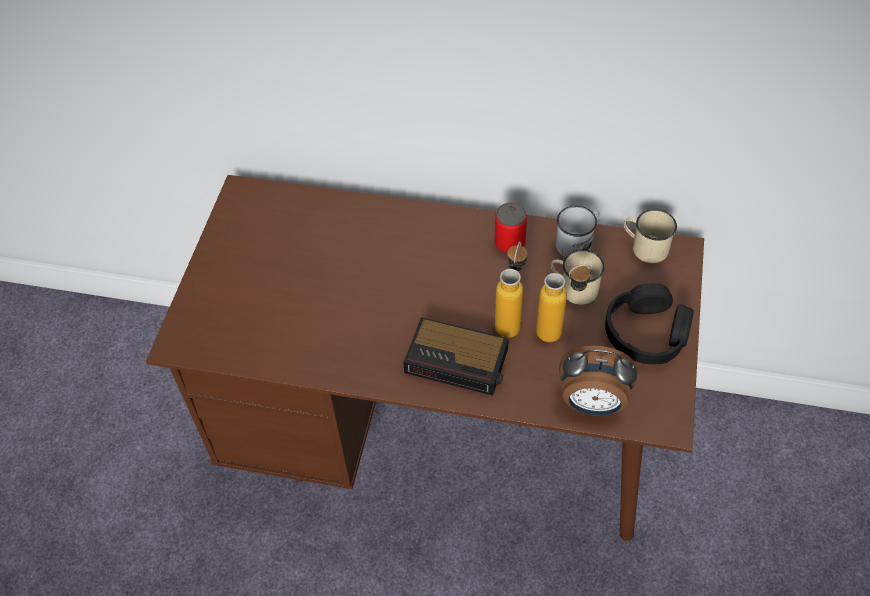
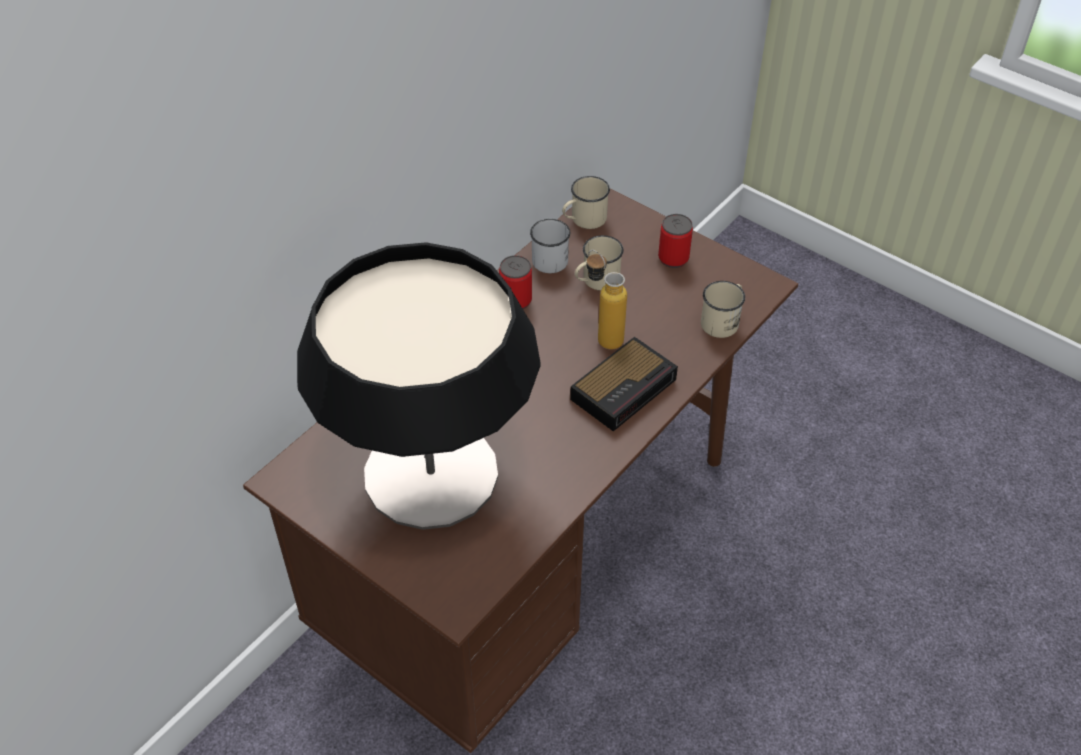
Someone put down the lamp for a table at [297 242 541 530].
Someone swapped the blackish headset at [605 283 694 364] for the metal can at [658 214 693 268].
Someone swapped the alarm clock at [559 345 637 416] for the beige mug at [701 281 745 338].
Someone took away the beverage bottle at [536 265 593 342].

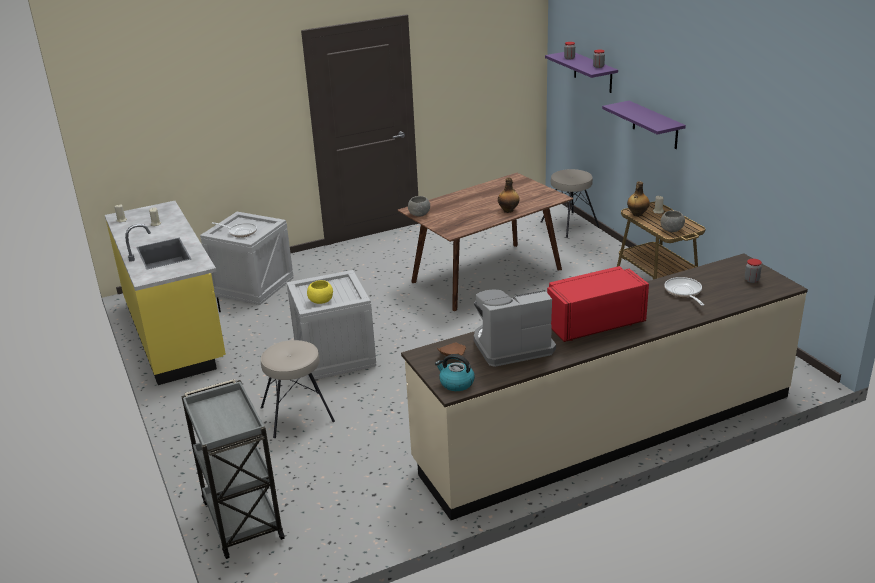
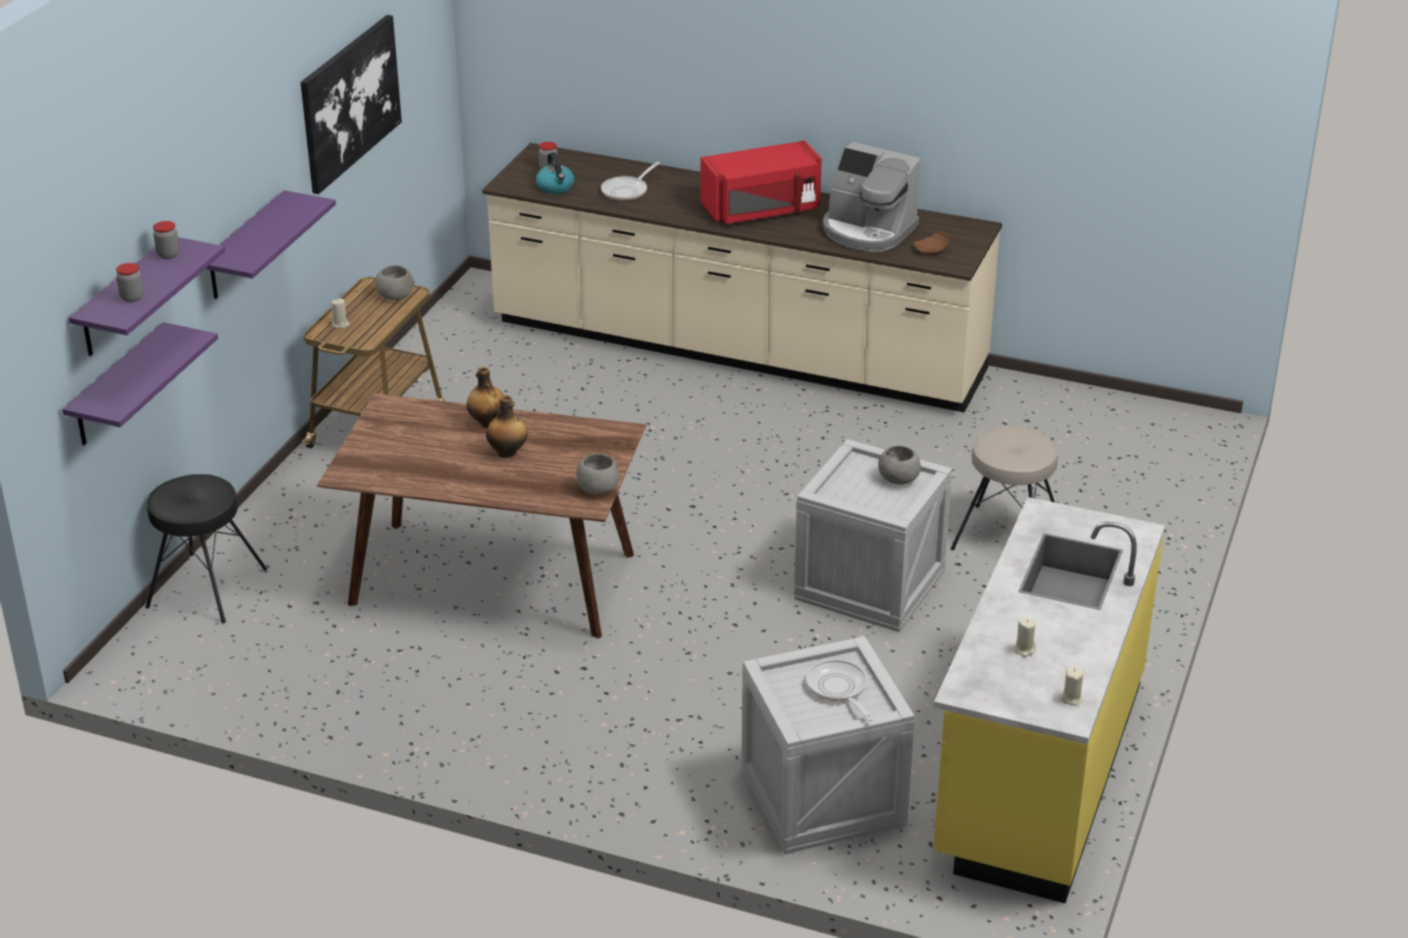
Someone put up the purplish bracket shelf at [62 322 218 445].
Someone repainted the beige stool seat at [541 169 599 238], which became the blackish stool seat at [146 474 267 623].
Someone put up the picture at [301 15 402 194].
Someone carried the beverage bottle from [627 181 650 217] to [486 395 527 458].
Someone carried the tea kettle from [435 354 475 391] to [536 152 574 194].
Someone rotated the red-coloured kitchen microwave at [547 266 649 342] by 45 degrees counterclockwise.
Someone repainted the yellowish serving bowl at [307 280 333 304], which became the greyish serving bowl at [878 446 921 485].
Someone took away the greyish wheeled cart at [181 379 284 559].

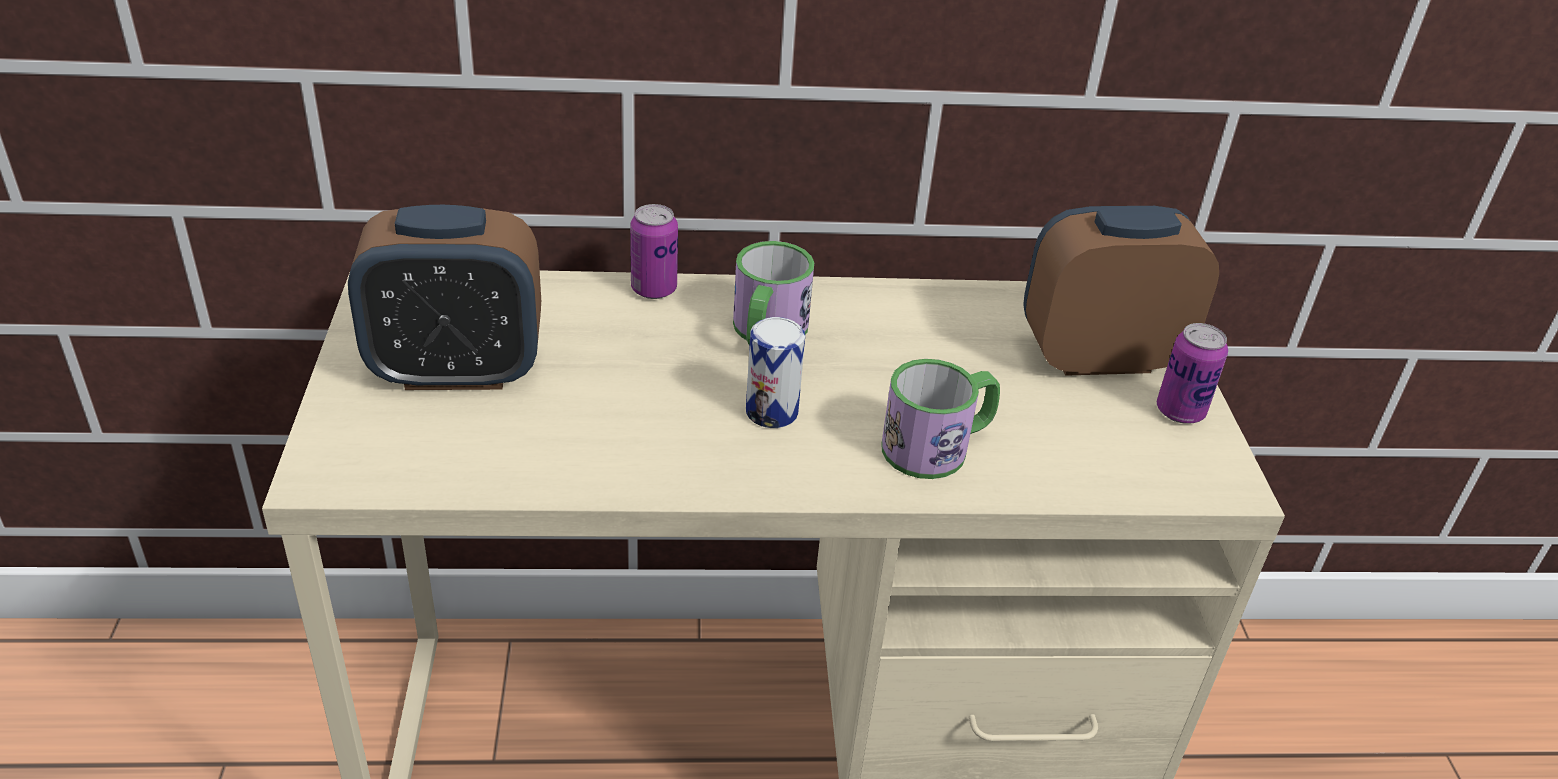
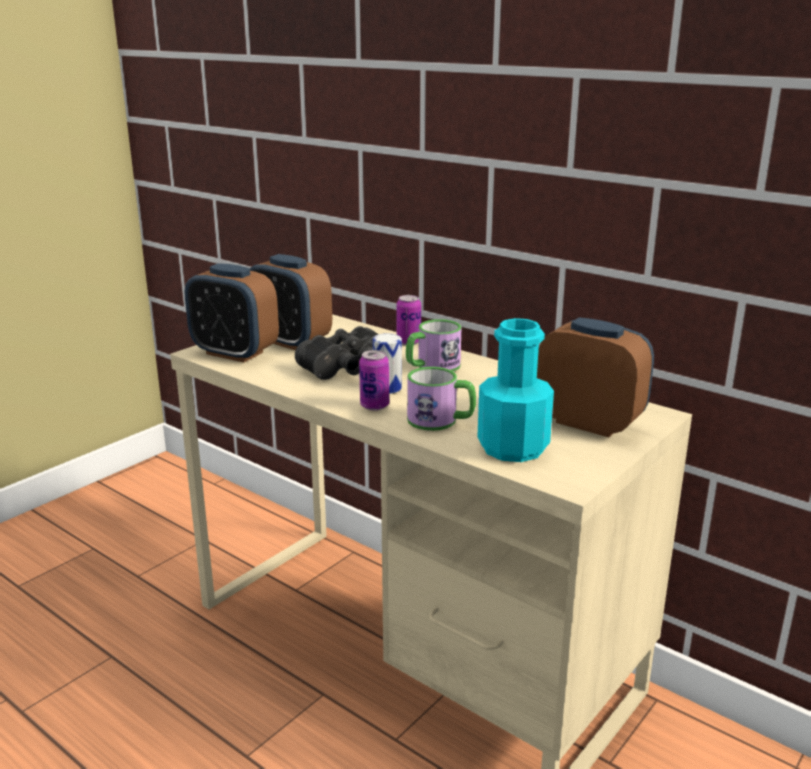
Someone put down the alarm clock at [185 263 279 362].
Someone put down the blackish field glasses at [295 326 378 380].
Someone carried the metal can from [1157 323 1228 424] to [359 350 389 411].
Someone put down the blue-green beverage bottle at [477 318 554 462].

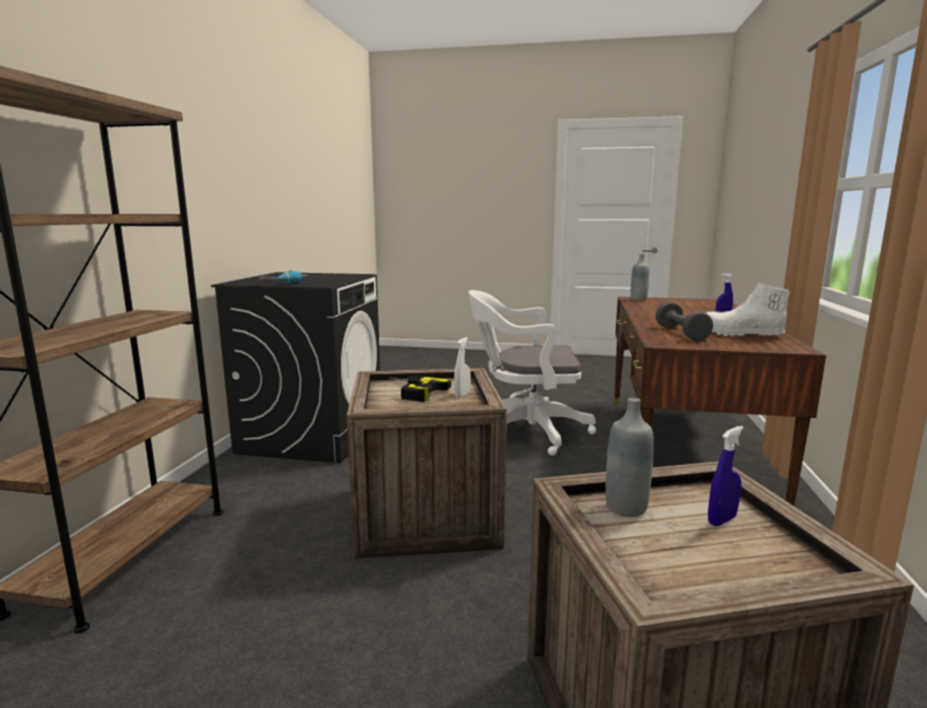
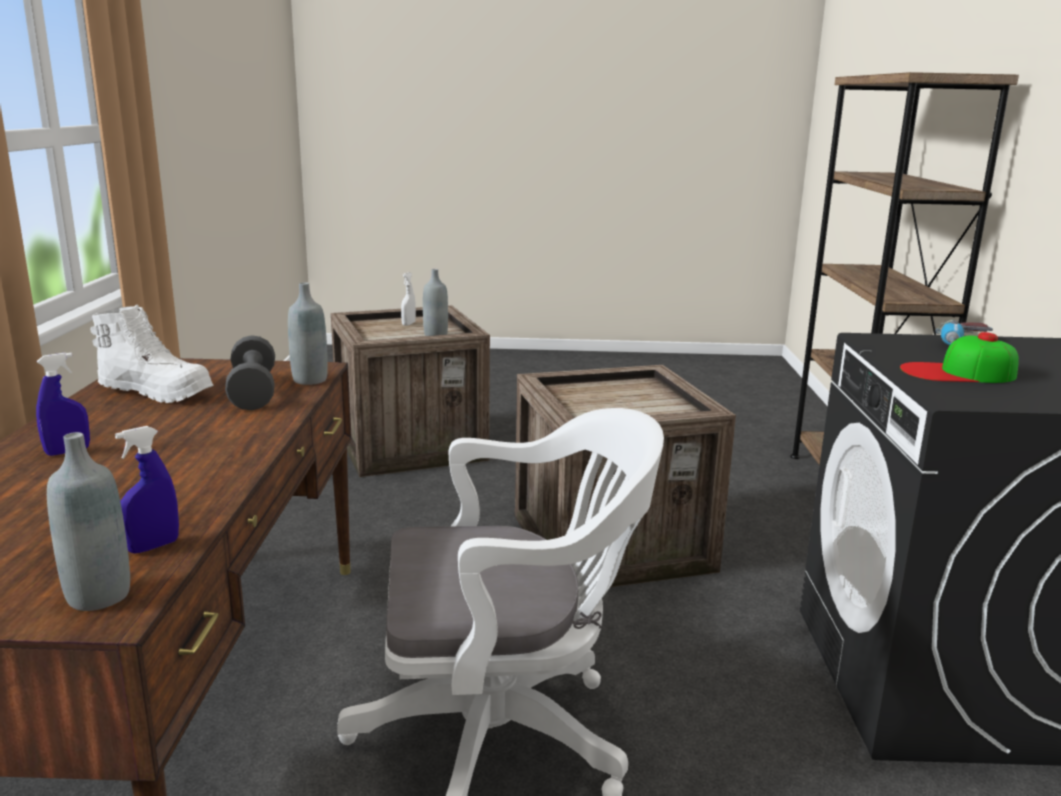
Someone carried the blue spray bottle from [708 426 744 526] to [115 426 179 554].
Someone put down the greyish beverage bottle at [288 282 328 385].
Someone carried the white-coloured spray bottle from [454 337 471 398] to [401 272 416 326].
Someone put down the baseball cap at [900 332 1019 383].
Someone took away the drill at [389 376 451 402].

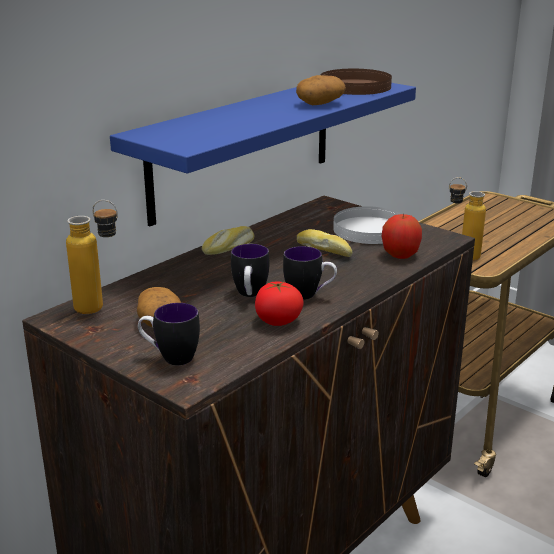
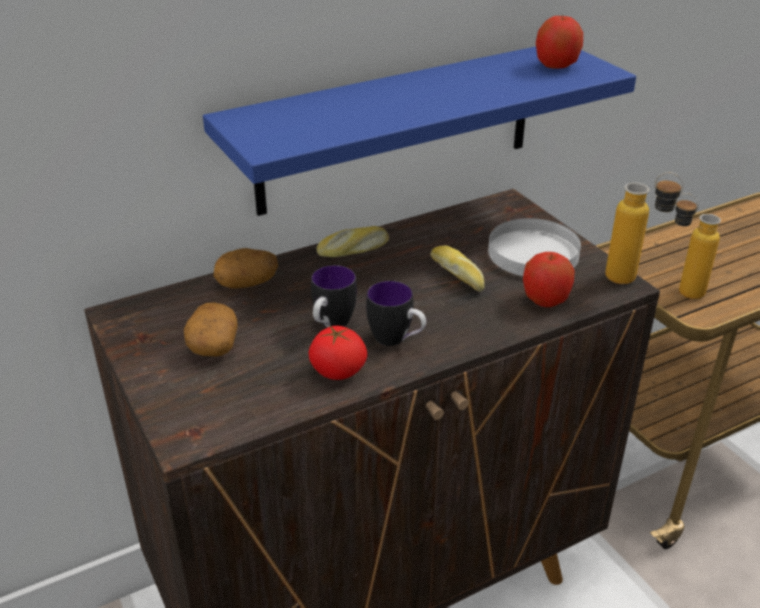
Someone carried the potato from [296 75 346 105] to [214 248 278 289].
Someone swapped the brown plate at [321 69 392 95] for the apple fruit at [536 15 583 69].
Someone carried the beverage bottle from [66 200 118 314] to [605 172 684 284].
Someone took away the mug at [138 303 200 365].

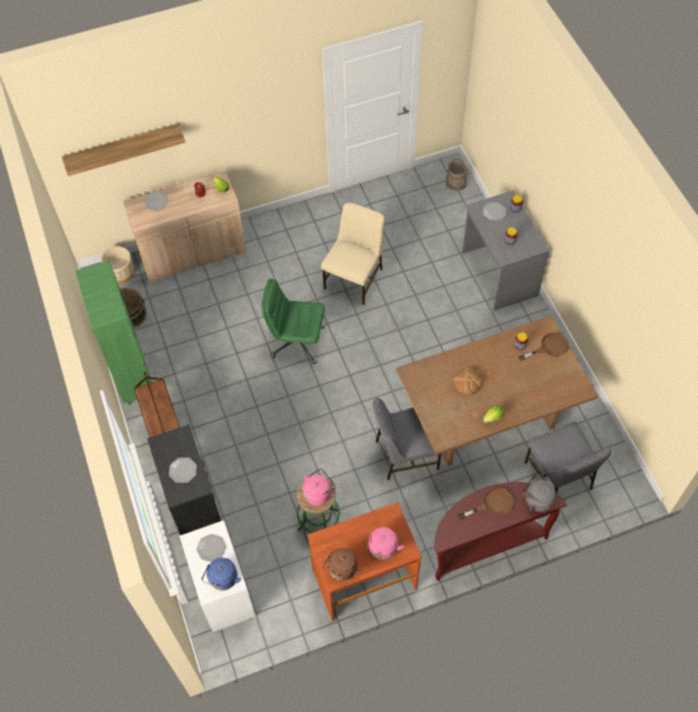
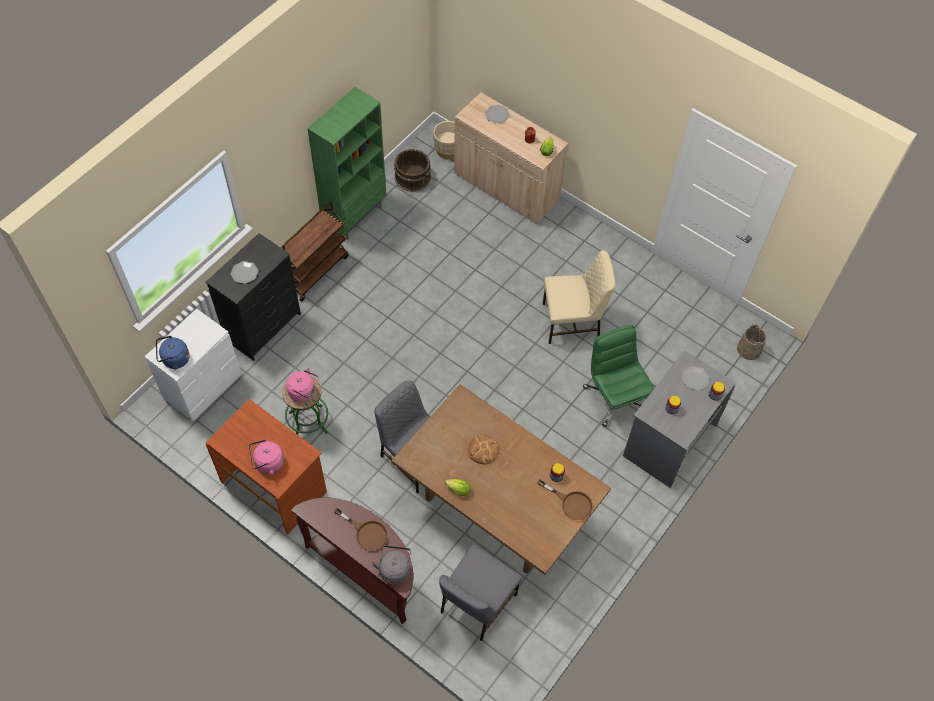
Someone carried the greenish desk chair from [262 279 325 364] to [583 325 654 427].
Someone took away the bracket shelf at [62 124 185 176].
Someone took away the plate at [197 534 226 562].
Someone took away the brown tea kettle at [323 548 362 581].

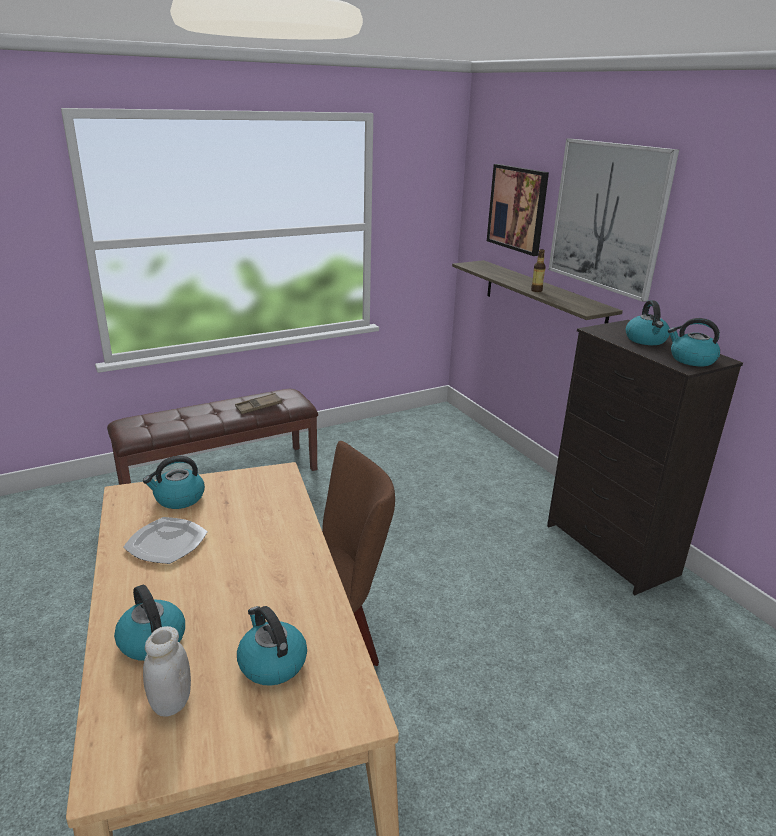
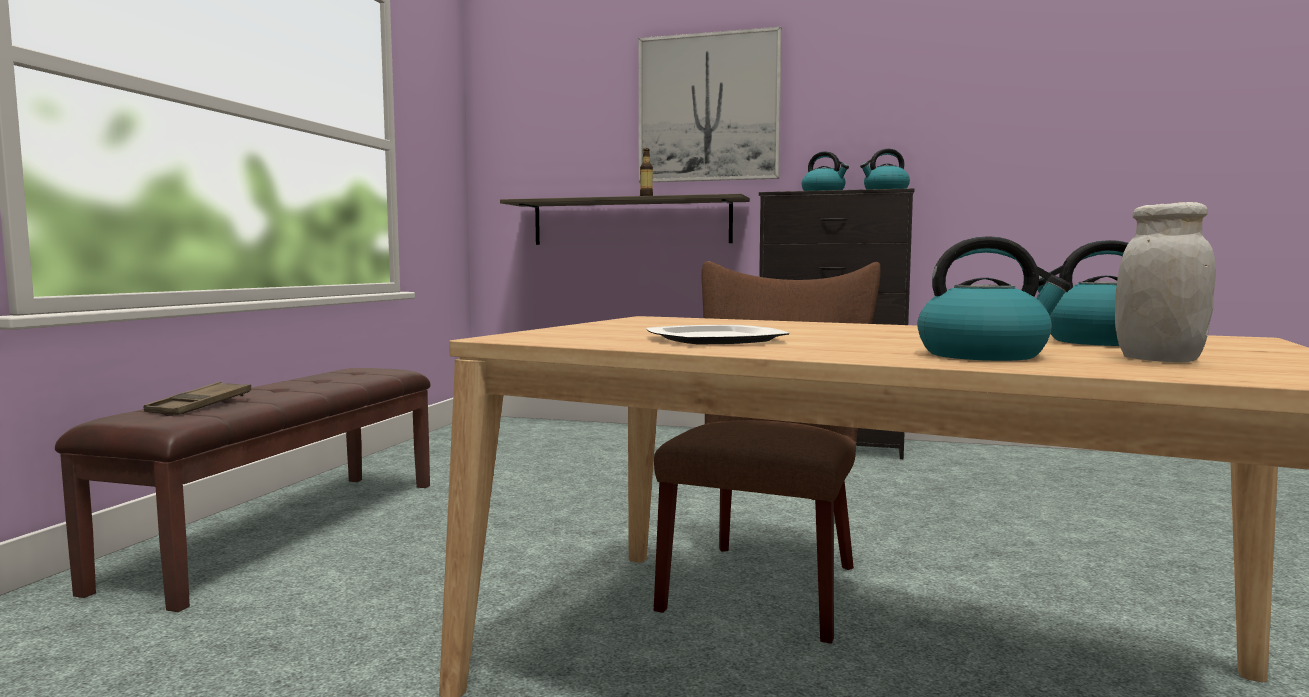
Someone carried the brown serving tray from [235 393 282 414] to [144 382 251 415].
Someone took away the tea kettle at [143 456 205 509].
Someone took away the picture at [487 164 549 256].

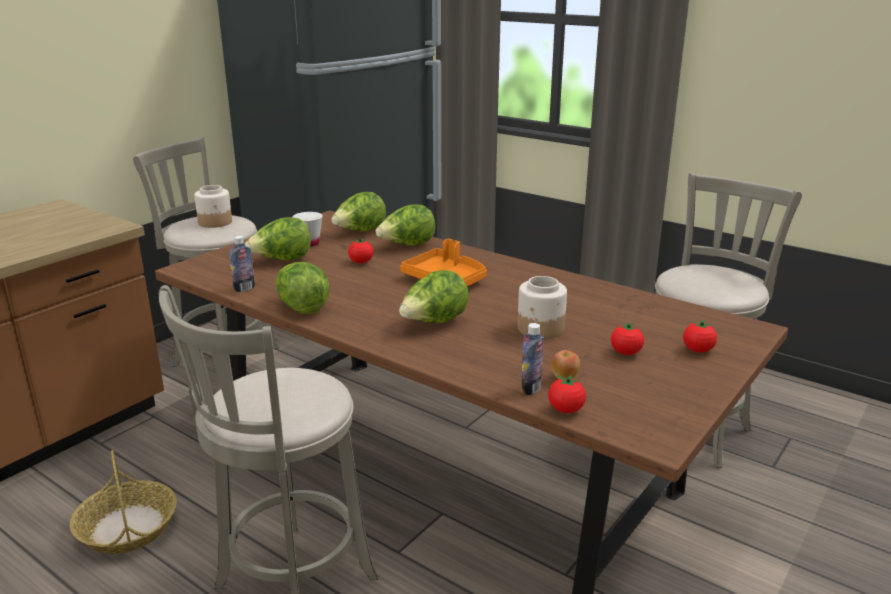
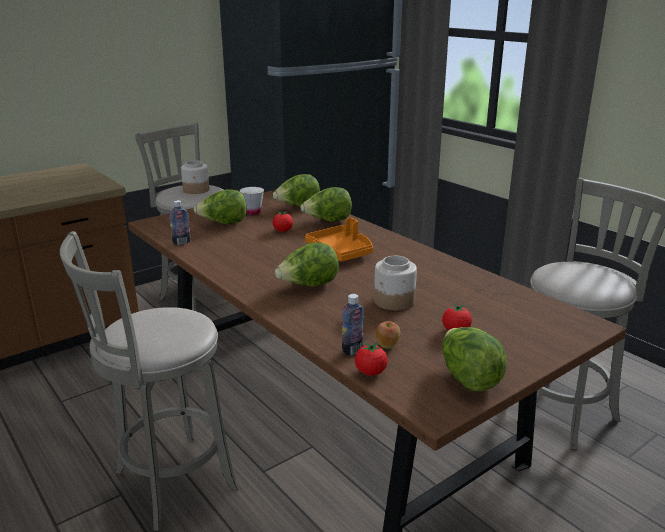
Someone carried the head of lettuce from [276 262 330 314] to [442 327 507 392].
Someone took away the storage basket at [70 450 177 554].
Someone took away the whole tomato at [683 320 717 353].

